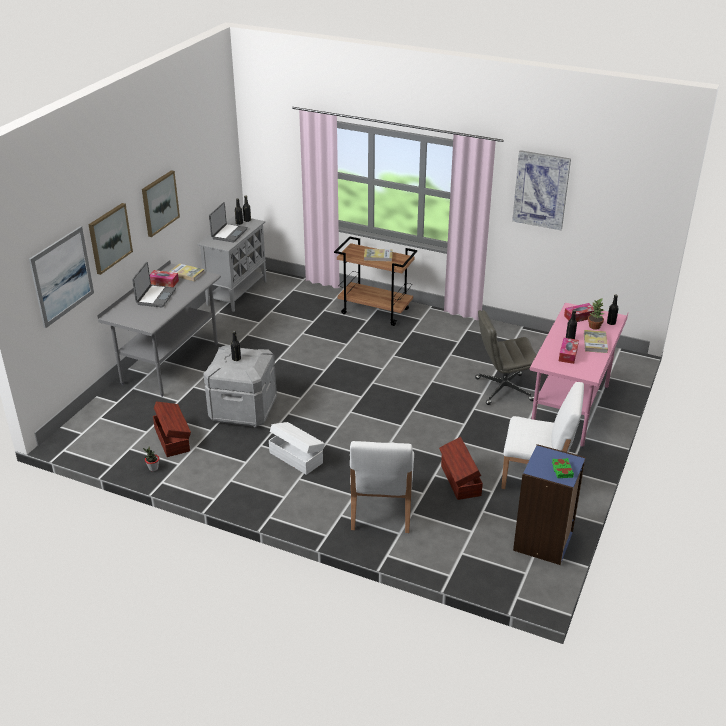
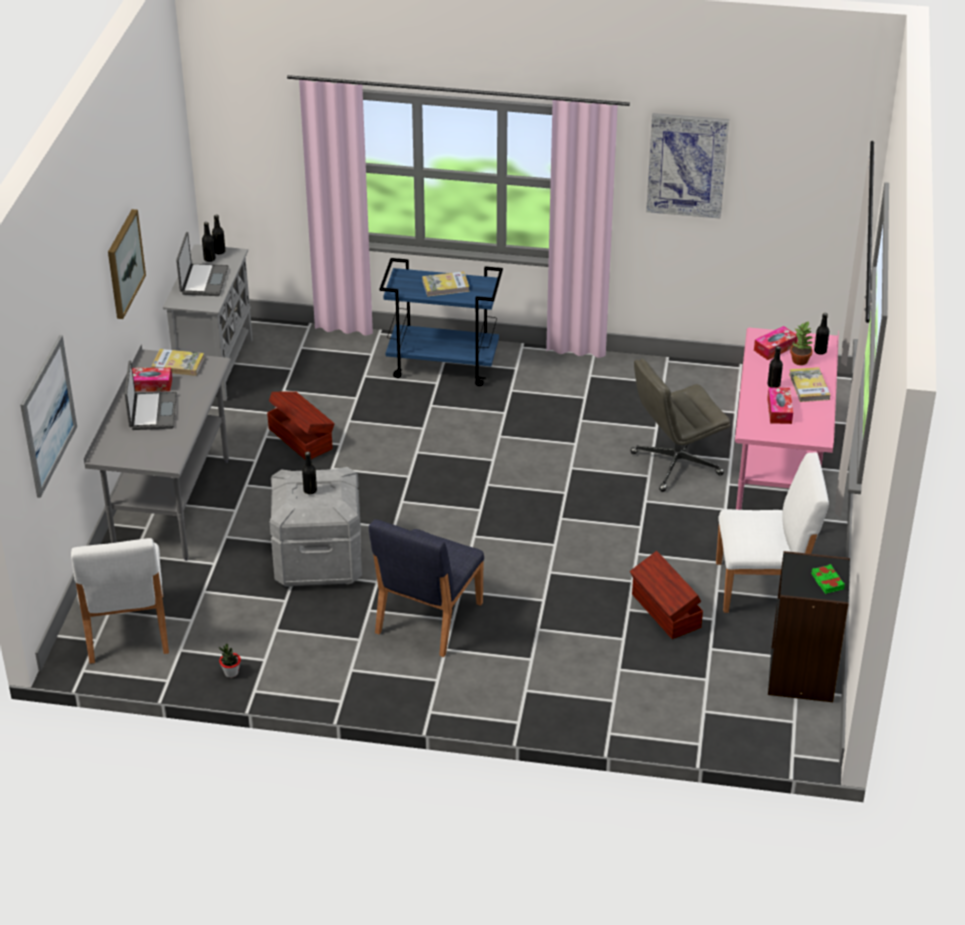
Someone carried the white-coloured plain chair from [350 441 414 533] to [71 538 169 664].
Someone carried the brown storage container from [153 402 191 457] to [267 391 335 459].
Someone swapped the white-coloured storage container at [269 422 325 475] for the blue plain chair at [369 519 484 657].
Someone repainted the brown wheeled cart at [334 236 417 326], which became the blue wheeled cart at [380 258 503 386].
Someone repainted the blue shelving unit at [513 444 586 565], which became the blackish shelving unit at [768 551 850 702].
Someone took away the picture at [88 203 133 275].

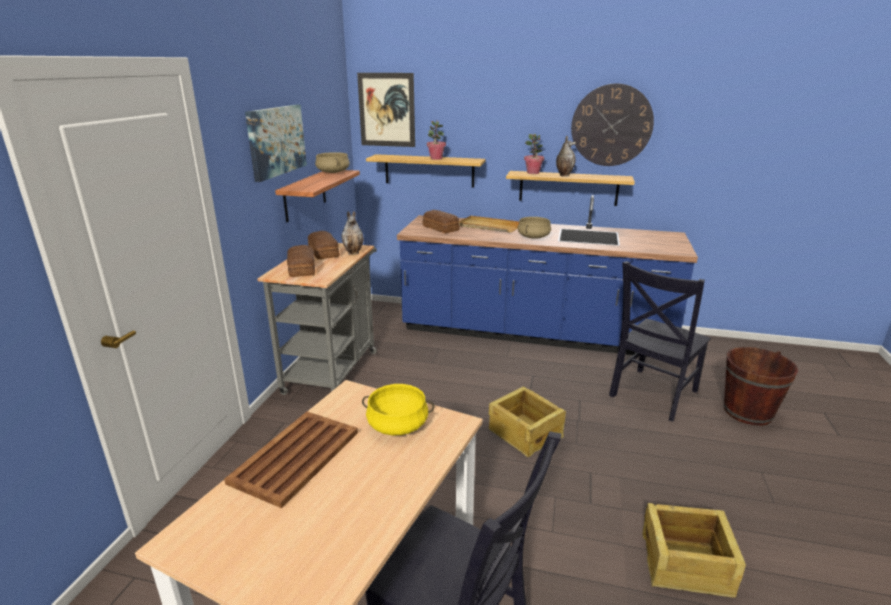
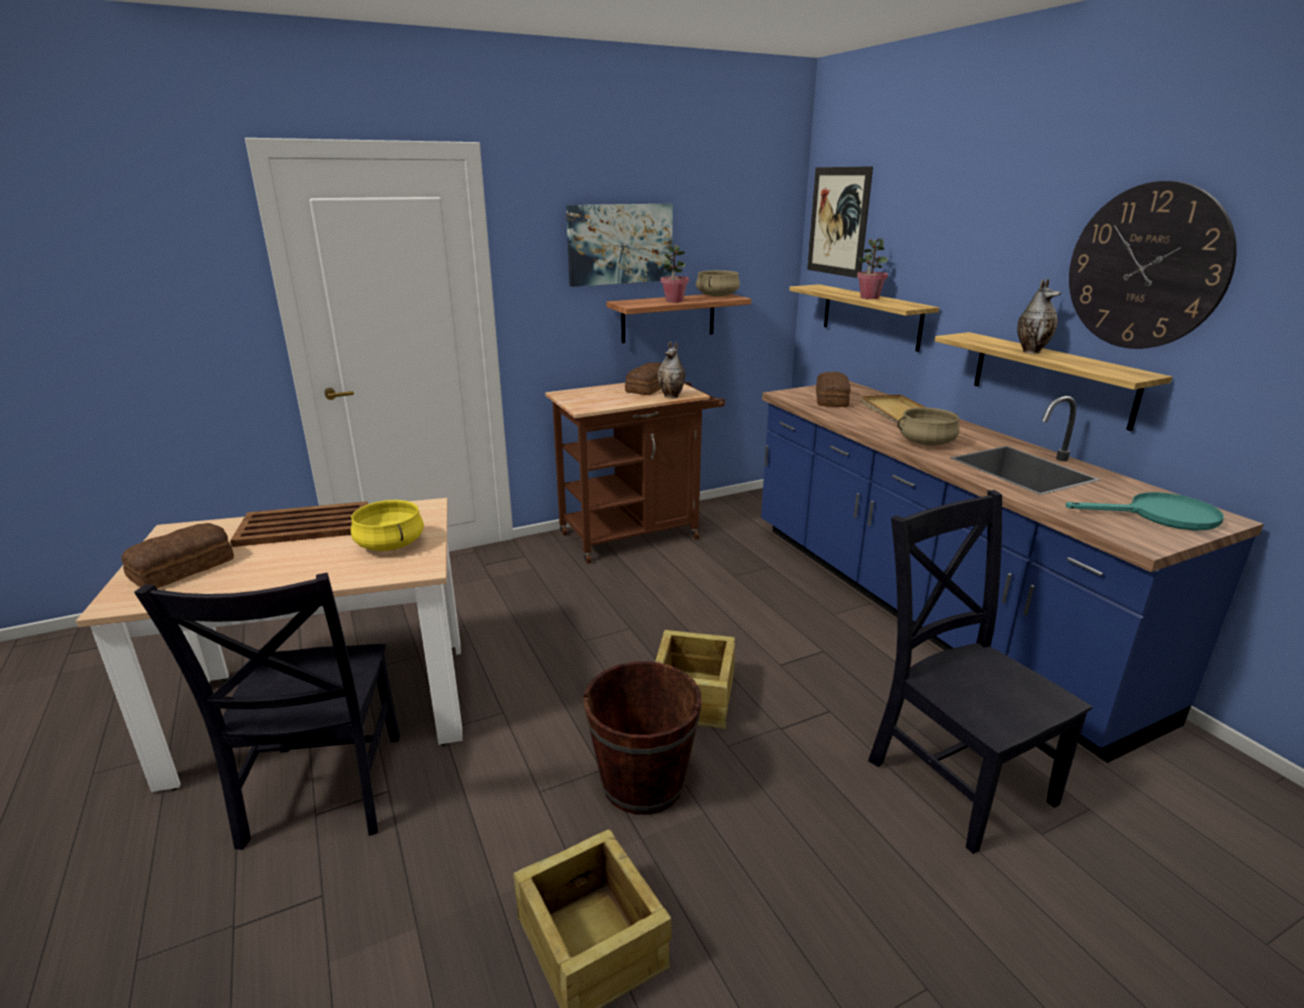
Someone carried the bread from [287 245 315 277] to [121 523 234 588].
Someone repainted the greyish wheeled cart at [257 243 377 395], which became the brown wheeled cart at [545 382 725 564].
Someone carried the brown pail from [724 347 798 426] to [583 661 702 815].
Someone carried the potted plant from [524 134 544 174] to [660 244 689 303].
Someone rotated the blackish plain chair at [609 261 711 422] by 60 degrees clockwise.
Someone put down the blue-green pan at [1065 492 1224 530].

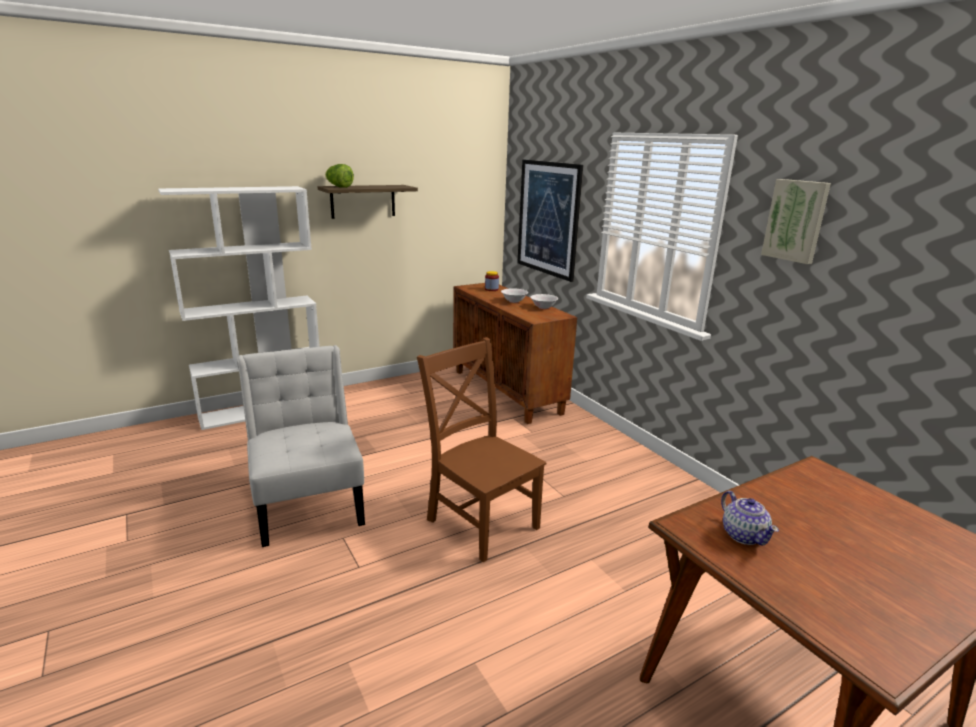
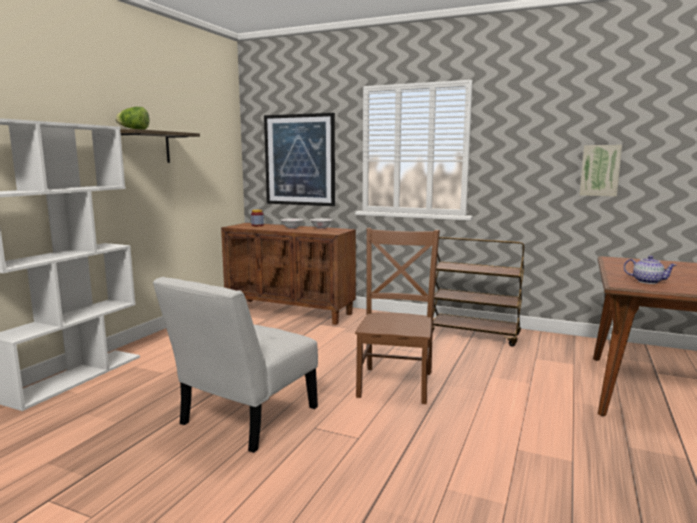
Someone rotated the white-coloured plain chair at [237 345 365 547] by 90 degrees counterclockwise.
Someone rotated the brown plain chair at [417 337 547 562] by 90 degrees clockwise.
Someone put down the brown wheeled cart at [433 237 524 346].
Someone carried the picture from [761 179 831 264] to [580 145 622 196].

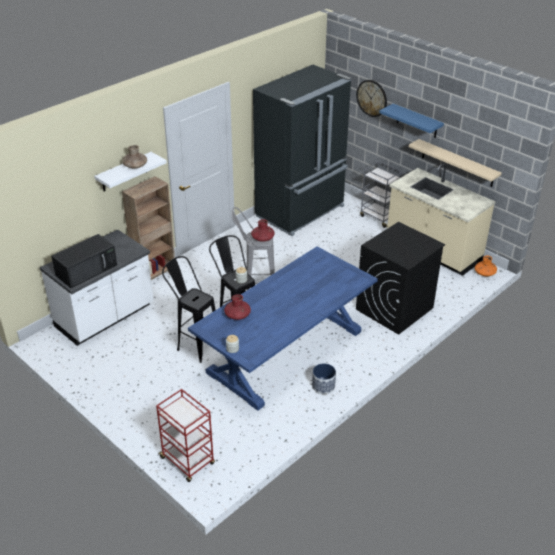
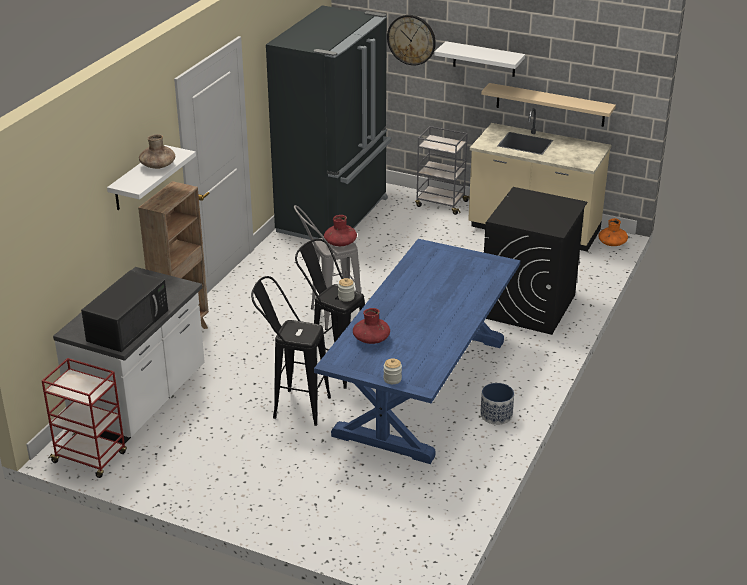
Someone carried the red-coloured wheeled cart from [156 389 215 482] to [42 358 127 478].
Someone repainted the blue bracket shelf at [379 104 444 138], which became the white-coloured bracket shelf at [434 41 525 77].

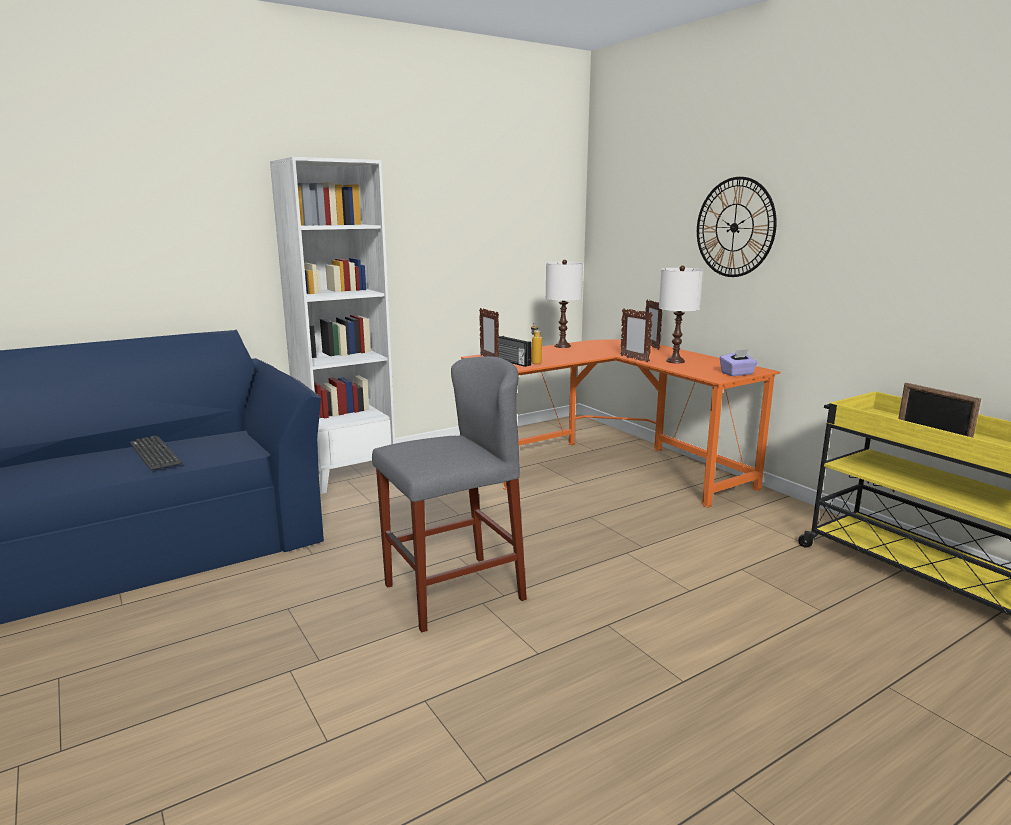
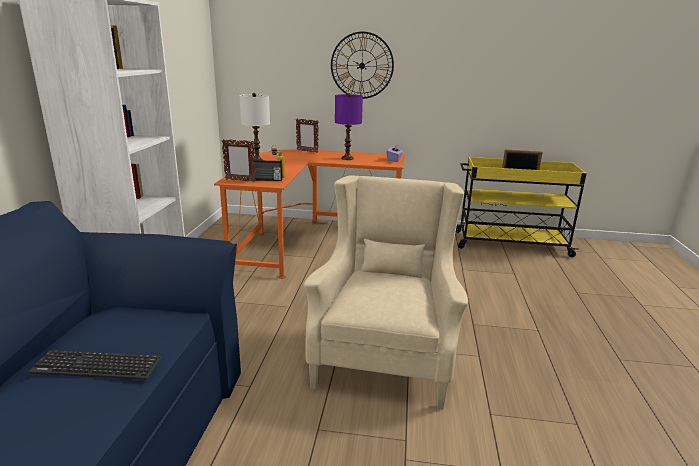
Someone swapped the greyish stool seat at [372 356 527 633] for the beige armchair at [304 175 468 409].
Someone repainted the white-coloured lamp for a table at [659 266 703 364], which became the purplish lamp for a table at [335 93 363 160].
Someone took away the picture frame at [621 308 653 362].

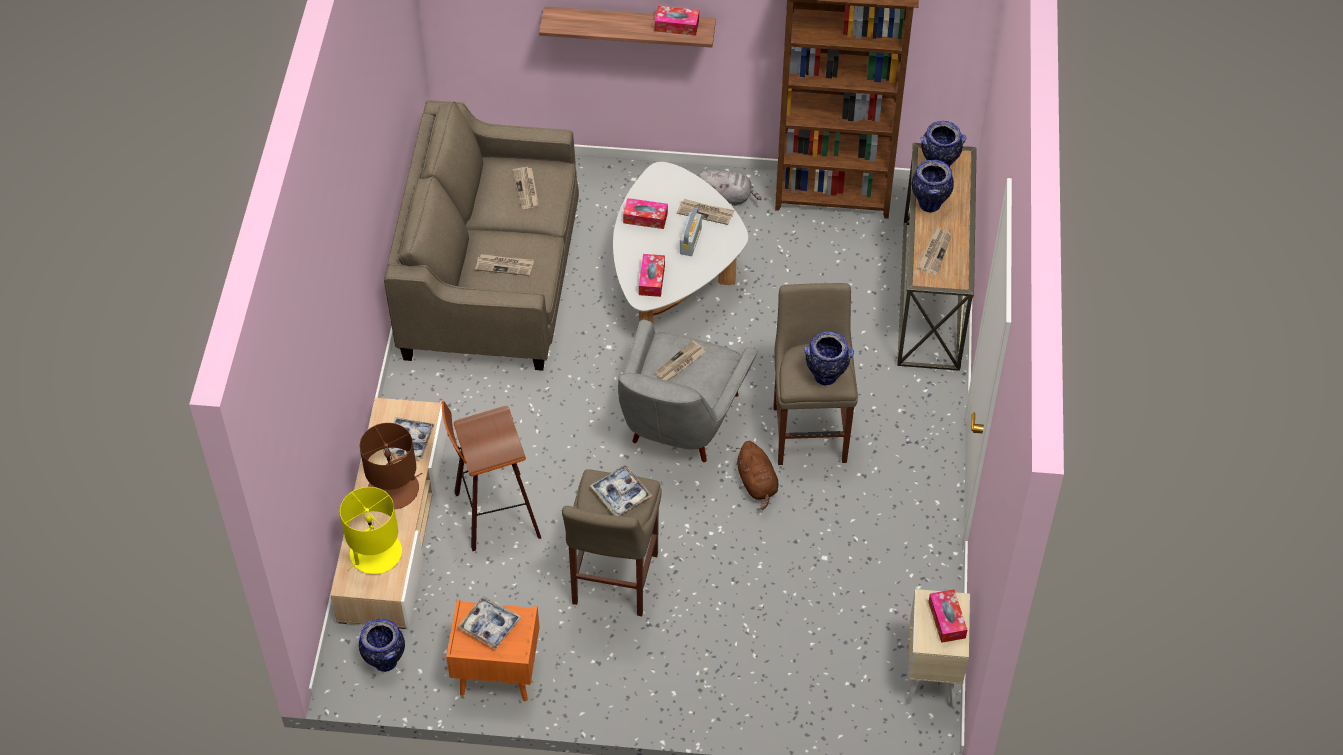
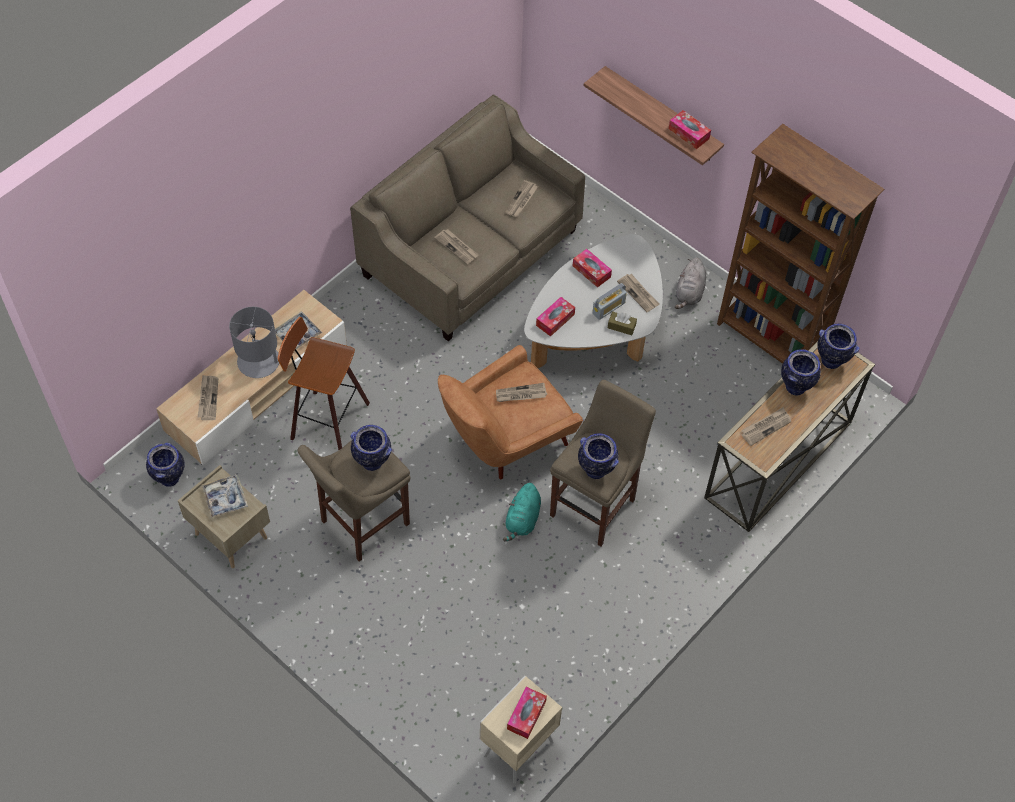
Someone repainted the orange night table at [446 599 540 701], which became the beige night table at [178 465 270 568].
Someone swapped the yellowish lamp for a table at [340 487 402 574] for the newspaper at [198 375 218 420].
Someone repainted the brown lamp for a table at [360 423 423 509], which became the greyish lamp for a table at [229 307 279 378].
Someone swapped the serving tray at [590 465 652 516] for the decorative vase at [350 425 392 471].
Someone repainted the greyish armchair at [618 319 758 462], which became the brown armchair at [438 345 583 479].
Someone repainted the brown soft toy at [736 441 778 510], which became the blue-green soft toy at [503 483 541 541].
Someone put down the brown box of tissues at [608 312 637 335].
Someone rotated the greyish soft toy at [698 170 761 206] by 60 degrees clockwise.

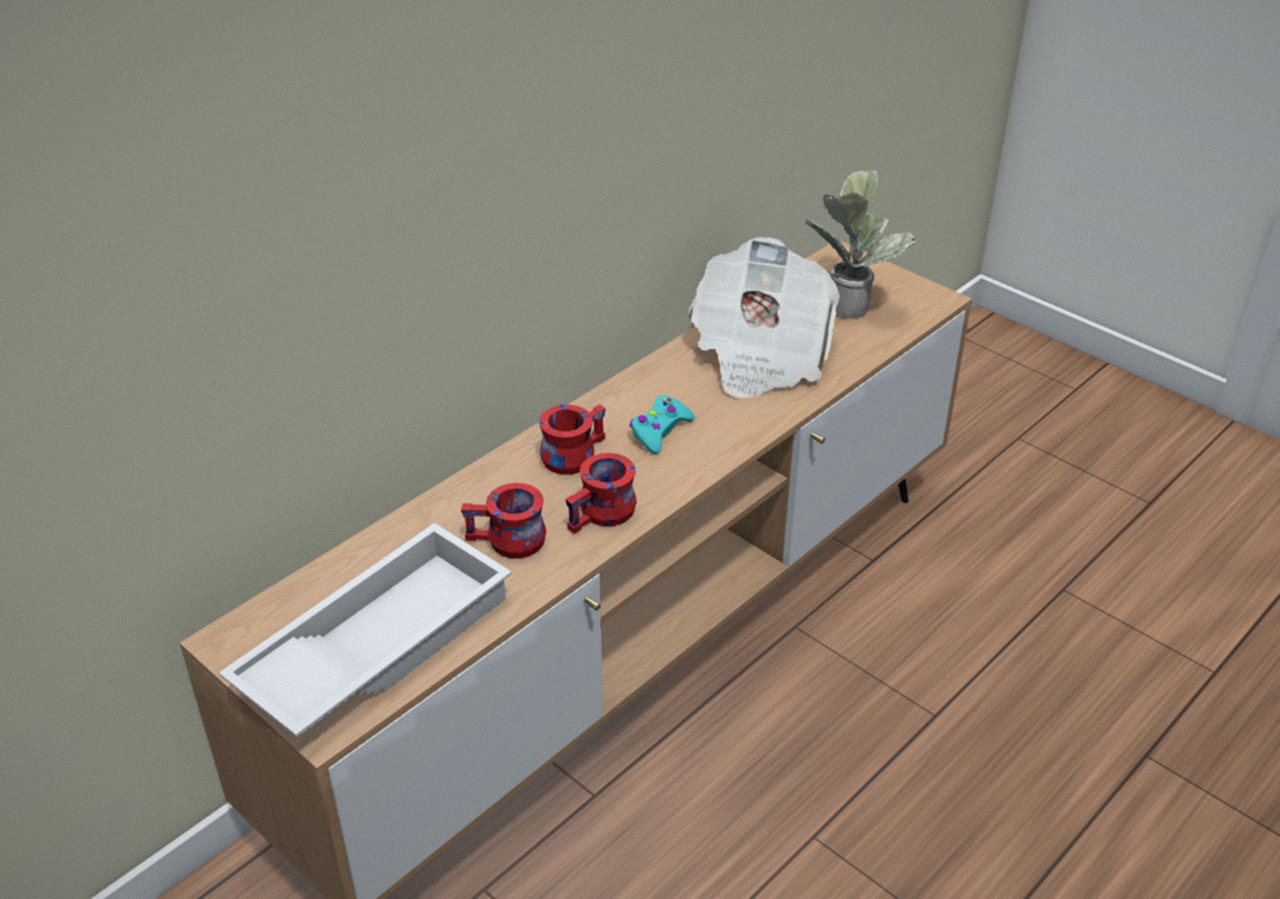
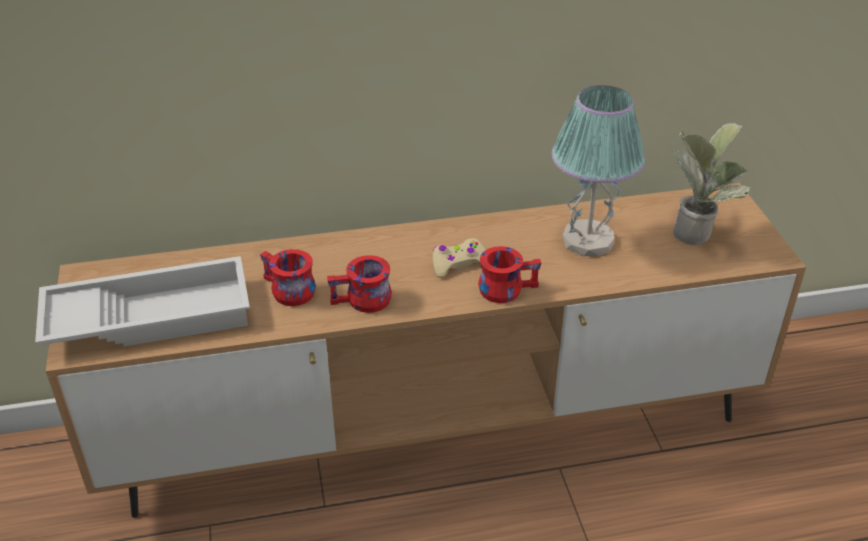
Someone repainted the blue-green gamepad at [630 395 695 454], which became the beige gamepad at [433 238 486 278].
Someone carried the red-coloured mug from [539 404 606 475] to [478 246 541 303].
Someone swapped the newspaper at [689 237 840 398] for the lamp for a table at [552 85 645 256].

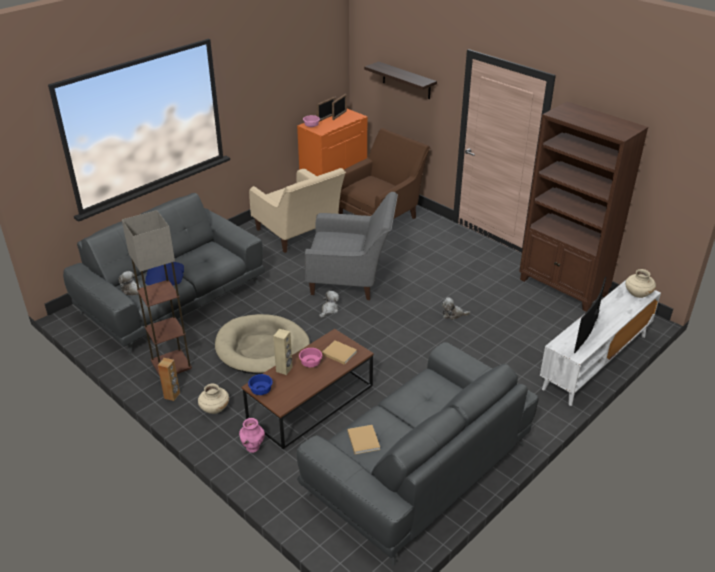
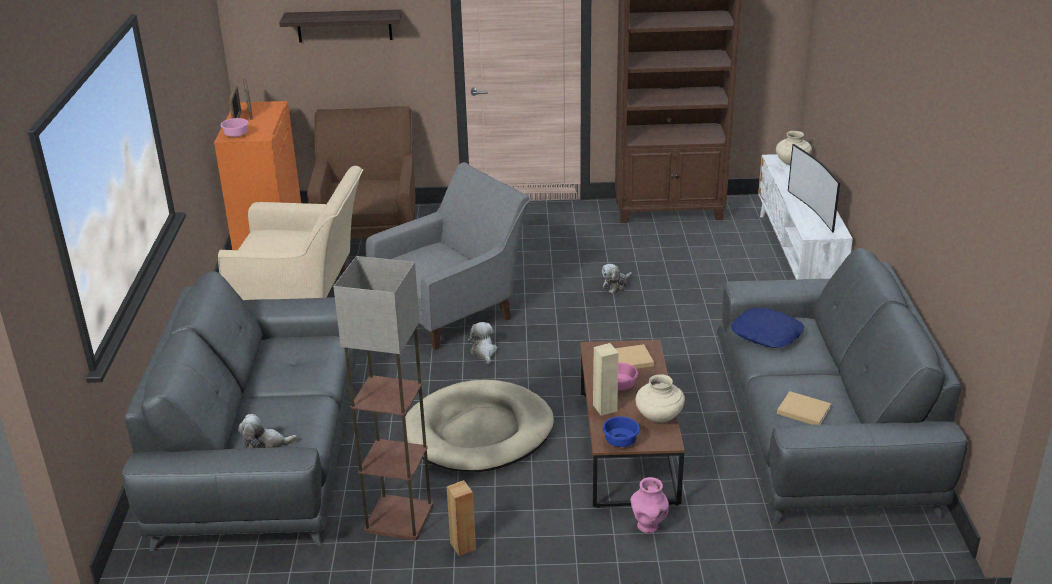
Someone carried the beige decorative vase from [198 384 229 414] to [636 374 685 423].
Someone carried the blue pillow from [145 262 184 286] to [731 308 804 348].

